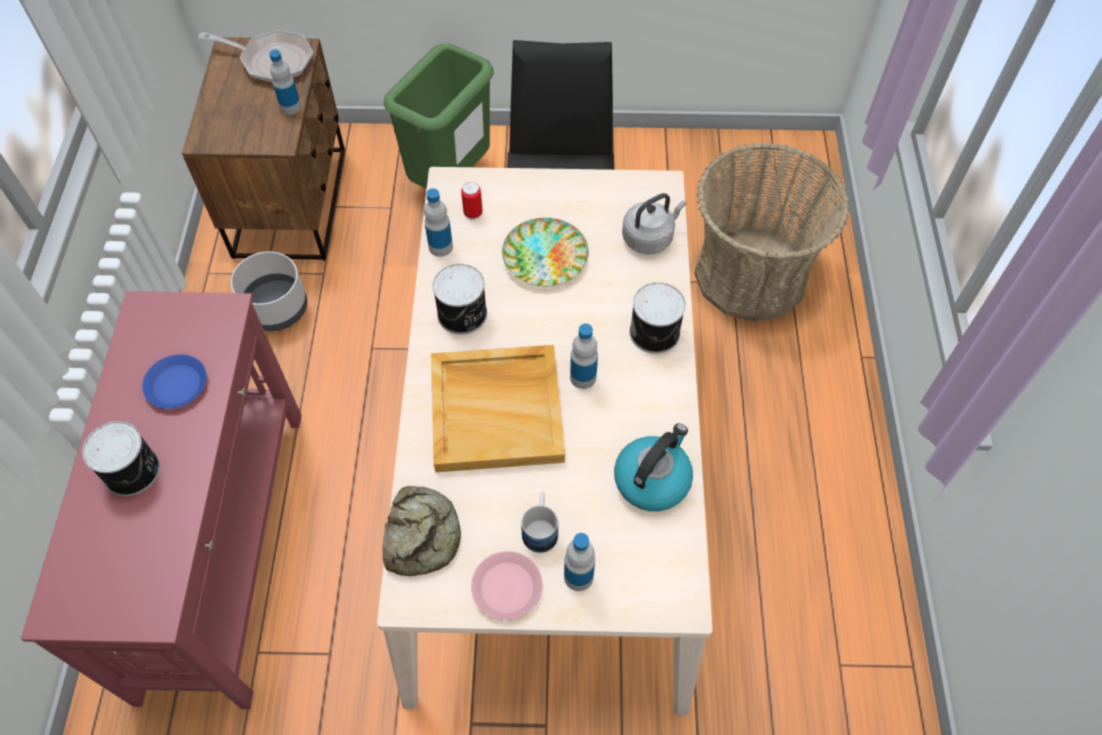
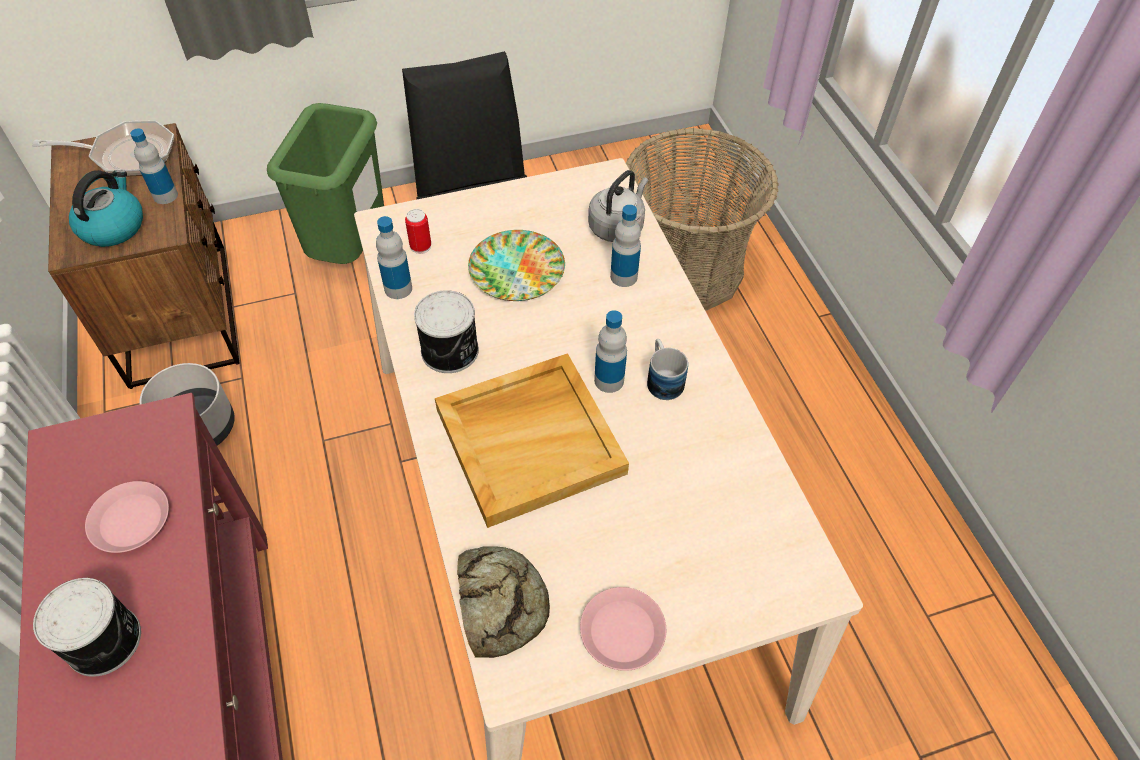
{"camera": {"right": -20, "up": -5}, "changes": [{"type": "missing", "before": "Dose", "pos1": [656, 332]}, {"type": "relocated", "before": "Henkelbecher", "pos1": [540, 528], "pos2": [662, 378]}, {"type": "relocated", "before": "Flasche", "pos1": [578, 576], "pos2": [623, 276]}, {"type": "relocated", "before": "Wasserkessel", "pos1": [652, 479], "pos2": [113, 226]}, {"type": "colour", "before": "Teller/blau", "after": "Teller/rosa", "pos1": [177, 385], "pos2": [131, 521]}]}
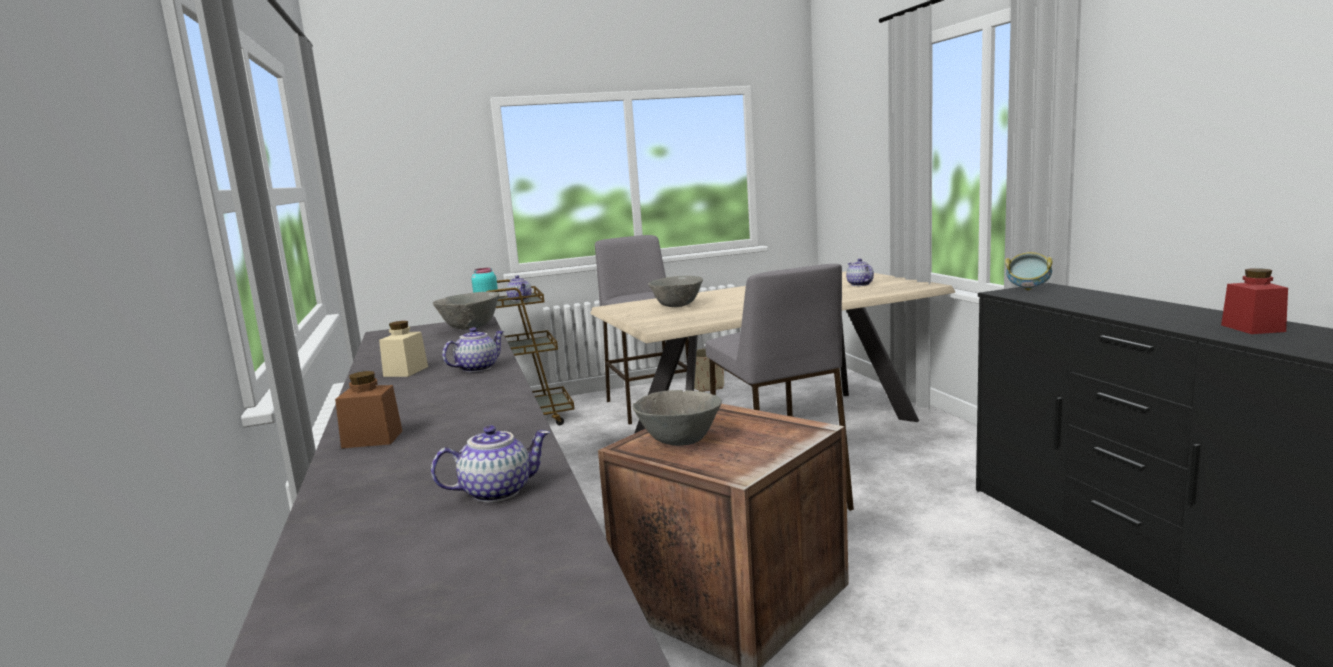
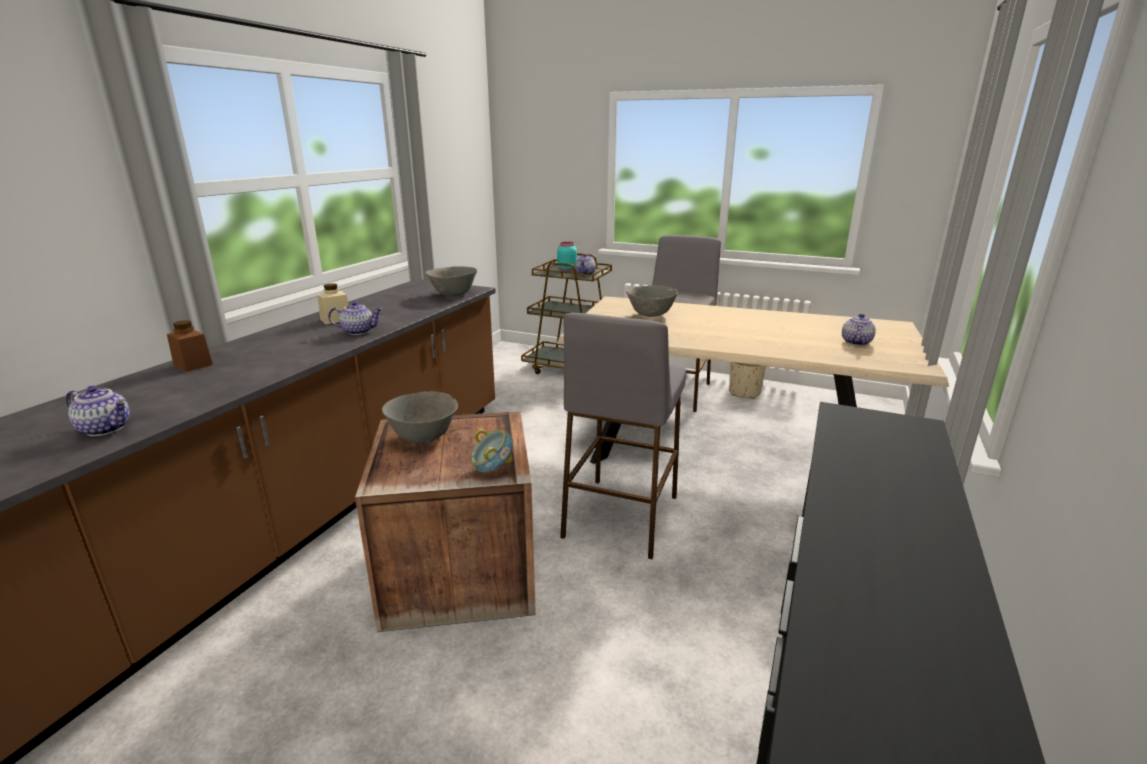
{"camera": {"right": 40, "up": 10}, "changes": [{"type": "missing", "before": "Vorratsglas/rot", "pos1": [1252, 328]}, {"type": "relocated", "before": "Schüssel", "pos1": [1027, 289], "pos2": [492, 470]}]}
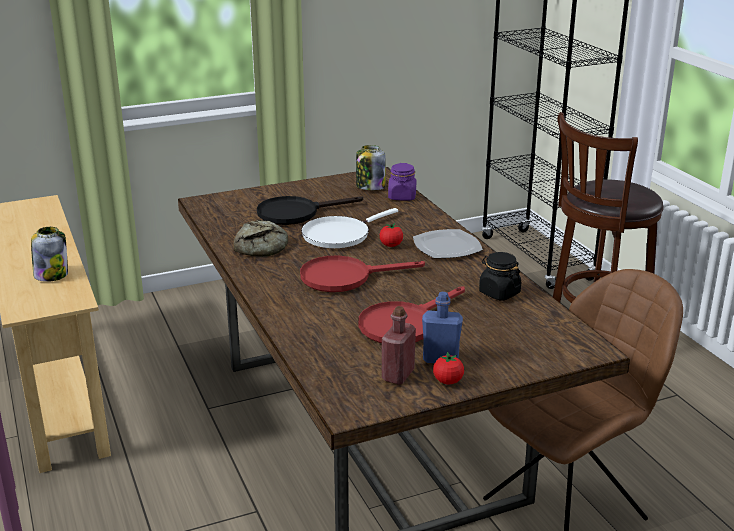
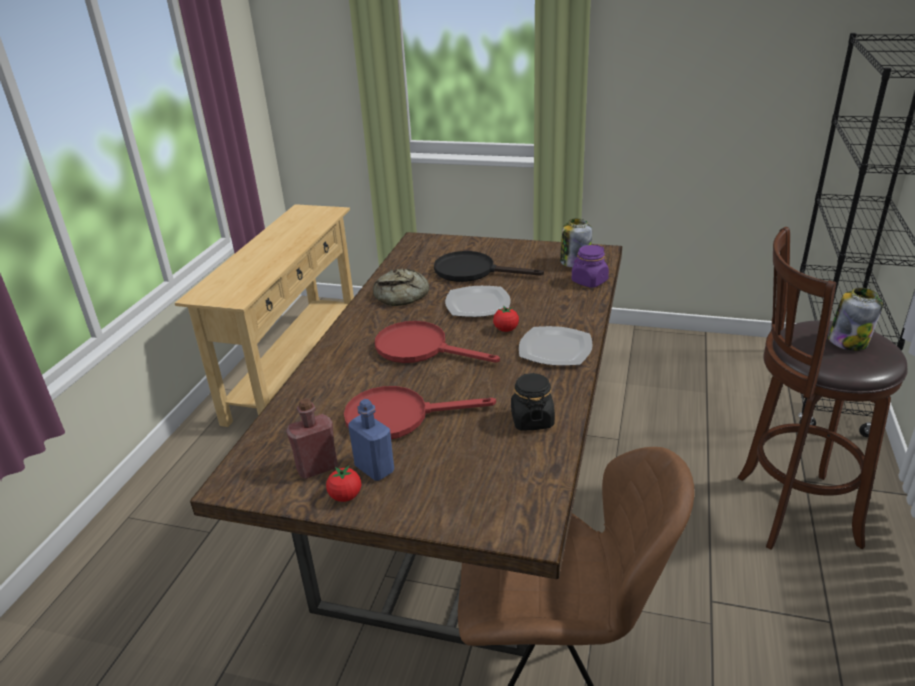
{"camera": {"right": 40, "up": 5}, "changes": [{"type": "relocated", "before": "Vorratsglas", "pos1": [51, 275], "pos2": [848, 341]}, {"type": "exchanged", "before": "Pfanne/weiß", "after": "Teller", "pos1": [339, 235], "pos2": [477, 304]}]}
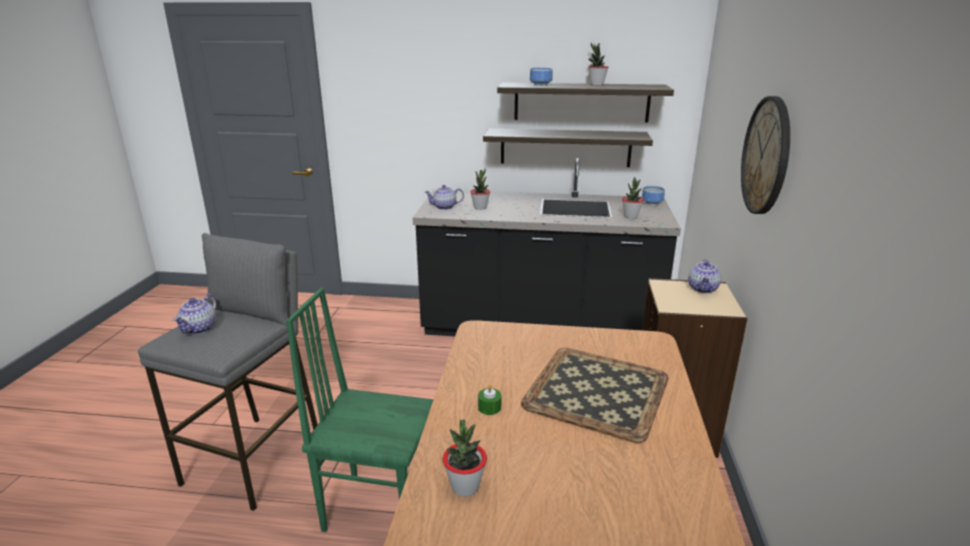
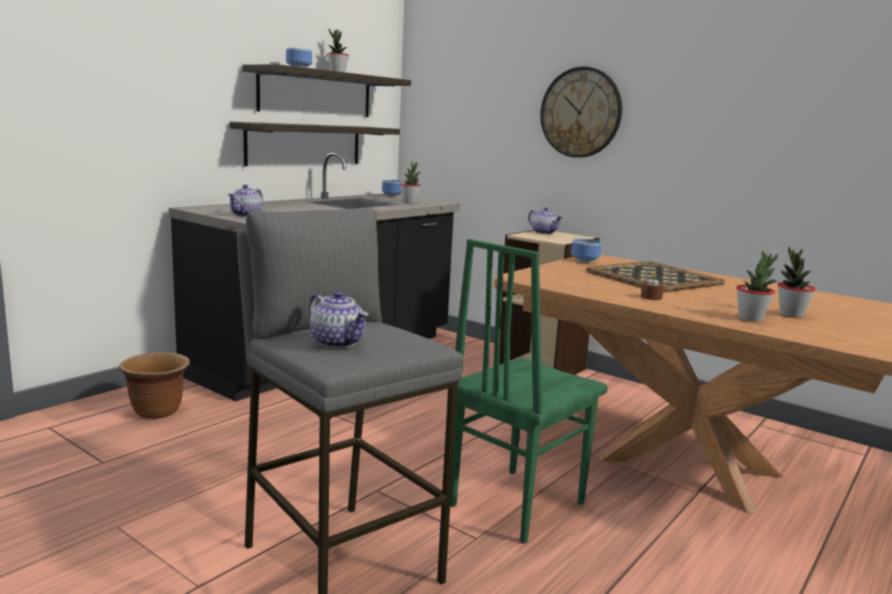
{"camera": {"right": -60, "up": -10}, "changes": [{"type": "appeared", "after": "Pflanzkübel/braun", "pos2": [157, 411]}, {"type": "appeared", "after": "Schüssel", "pos2": [583, 260]}, {"type": "relocated", "before": "Topfpflanze", "pos1": [480, 207], "pos2": [791, 315]}, {"type": "colour", "before": "Kerze/grün", "after": "Kerze/braun", "pos1": [489, 407], "pos2": [651, 297]}]}
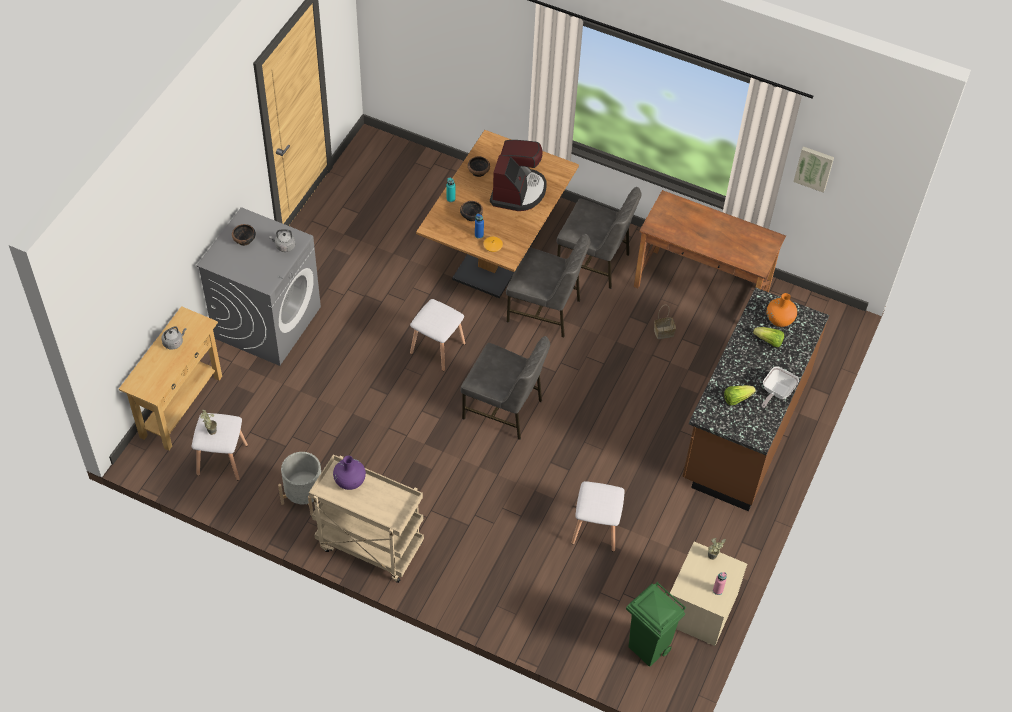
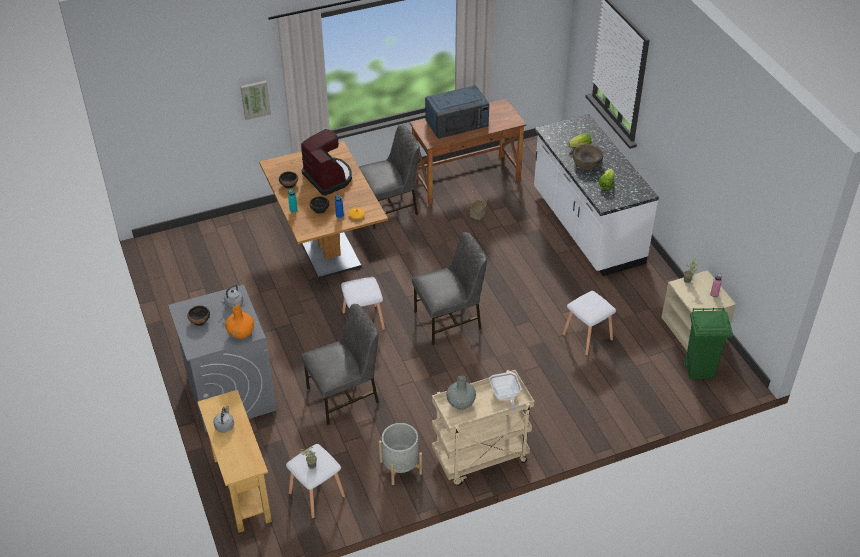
{"camera": {"right": -45, "up": -10}, "changes": [{"type": "appeared", "after": "Mikrowelle/blau", "pos2": [457, 122]}, {"type": "appeared", "after": "Schüssel/braun", "pos2": [587, 163]}, {"type": "relocated", "before": "Stuhl/grau", "pos1": [545, 310], "pos2": [344, 396]}, {"type": "relocated", "before": "Pfanne", "pos1": [776, 392], "pos2": [505, 396]}, {"type": "relocated", "before": "Vase/orange", "pos1": [779, 319], "pos2": [241, 333]}, {"type": "relocated", "before": "Bild", "pos1": [814, 168], "pos2": [255, 99]}, {"type": "colour", "before": "Vase/lila", "after": "Vase/grau", "pos1": [350, 481], "pos2": [461, 403]}, {"type": "colour", "before": "Küchenzeile/braun", "after": "Küchenzeile/weiß", "pos1": [744, 429], "pos2": [586, 227]}]}
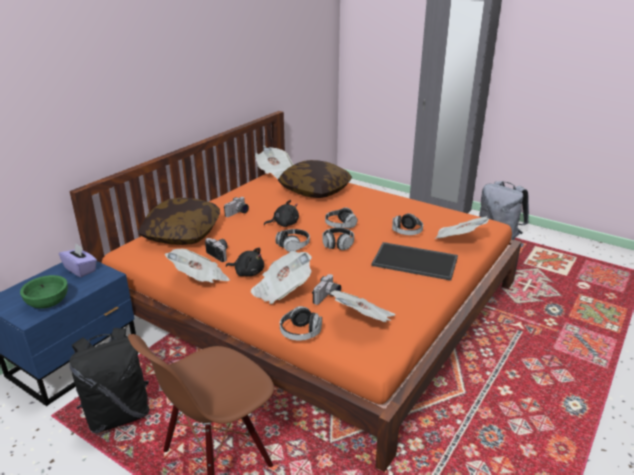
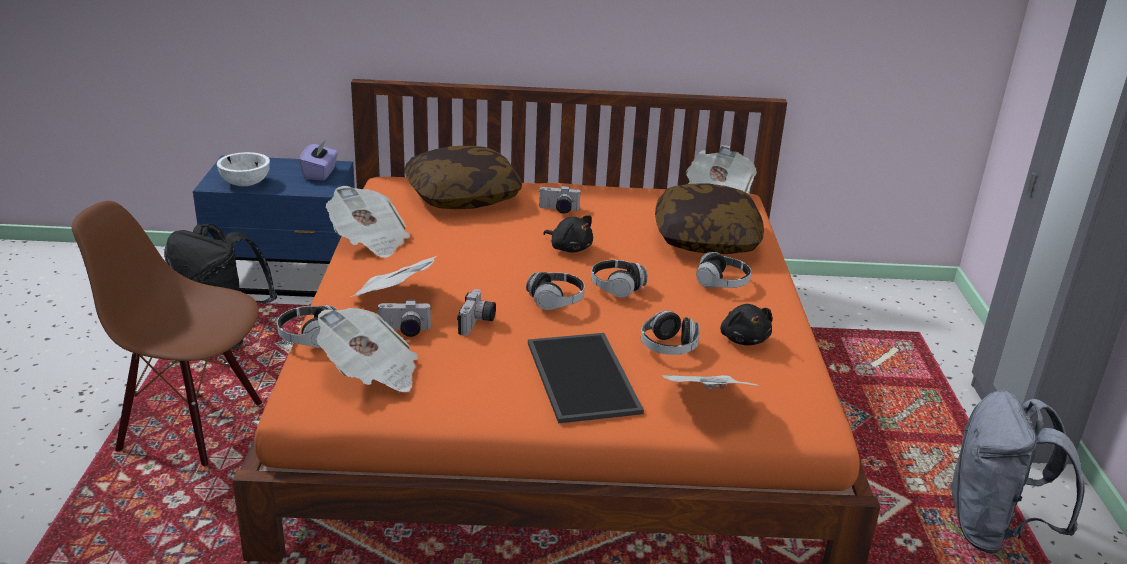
{"camera": {"right": 55, "up": 0}, "changes": [{"type": "relocated", "before": "Kamera", "pos1": [220, 254], "pos2": [477, 323]}, {"type": "relocated", "before": "Plüschtier/schwarz", "pos1": [248, 272], "pos2": [744, 339]}, {"type": "relocated", "before": "Kopfhörer", "pos1": [293, 246], "pos2": [722, 283]}, {"type": "colour", "before": "Schüssel/grün", "after": "Schüssel/weiß", "pos1": [48, 303], "pos2": [246, 183]}]}
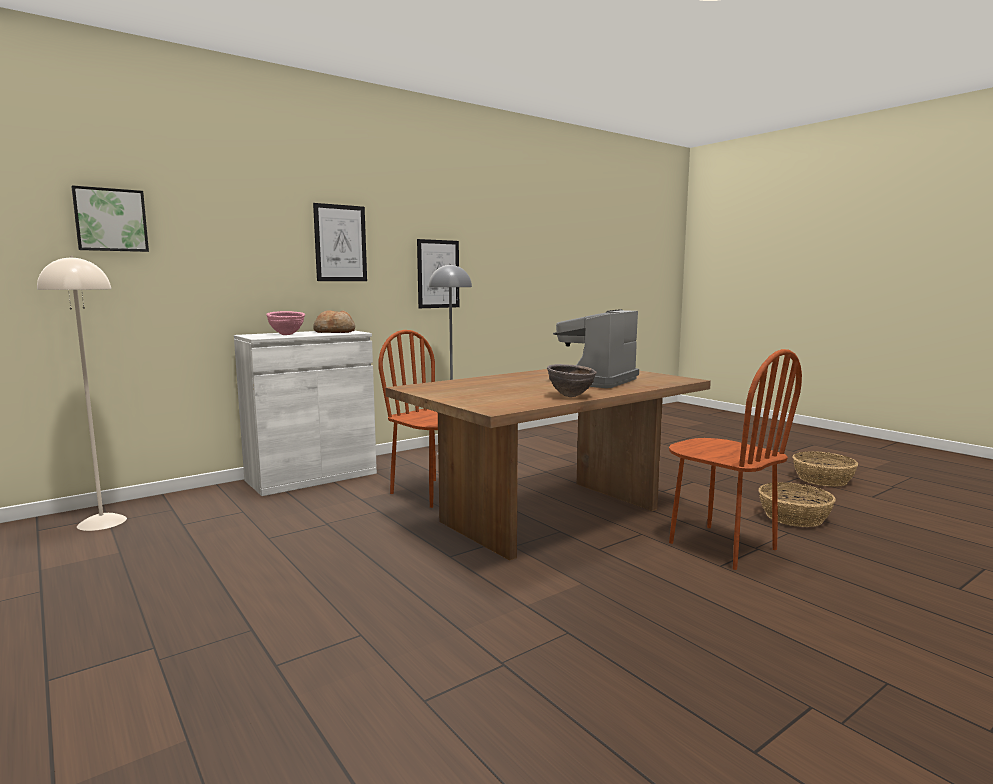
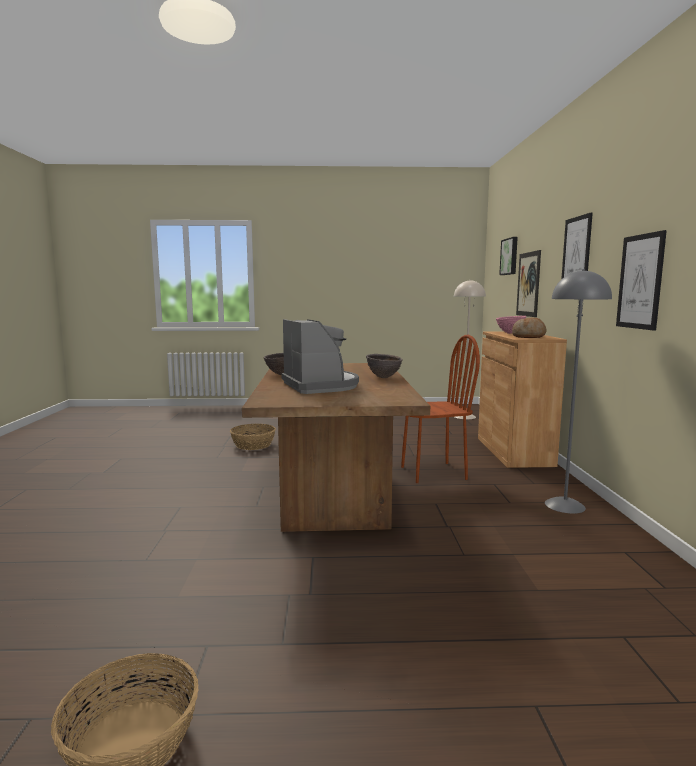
{"camera": {"right": 125, "up": 0}, "changes": [{"type": "missing", "before": "Stuhl/braun", "pos1": [721, 546]}, {"type": "appeared", "after": "Schüssel/braun", "pos2": [384, 377]}, {"type": "appeared", "after": "Bild", "pos2": [528, 284]}, {"type": "relocated", "before": "Korb", "pos1": [793, 517], "pos2": [253, 445]}, {"type": "colour", "before": "Schrank/weiß", "after": "Schrank/braun", "pos1": [311, 477], "pos2": [514, 451]}]}
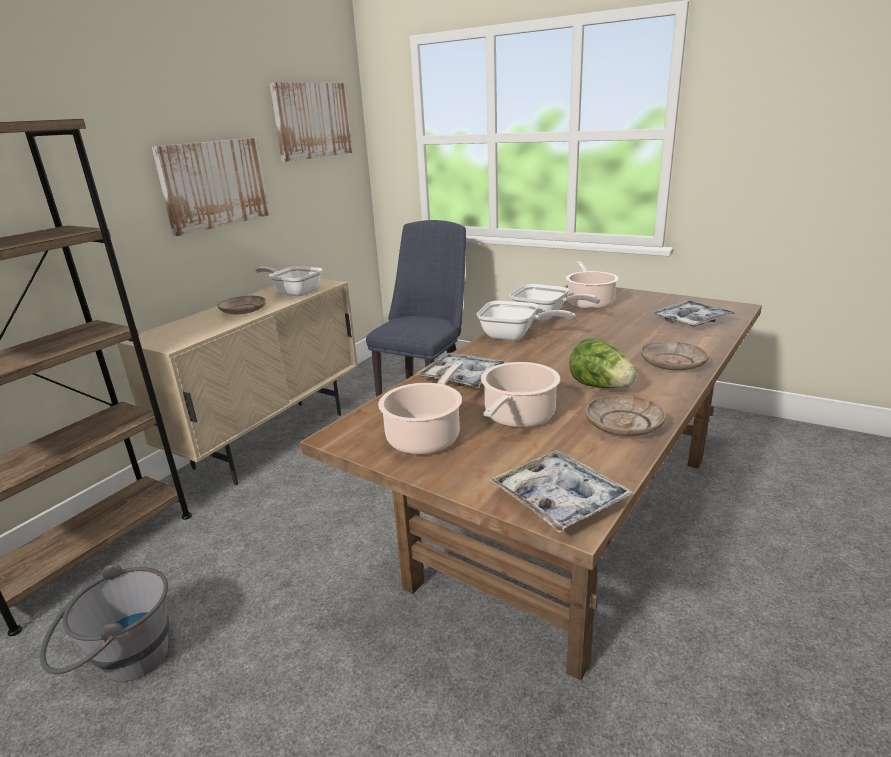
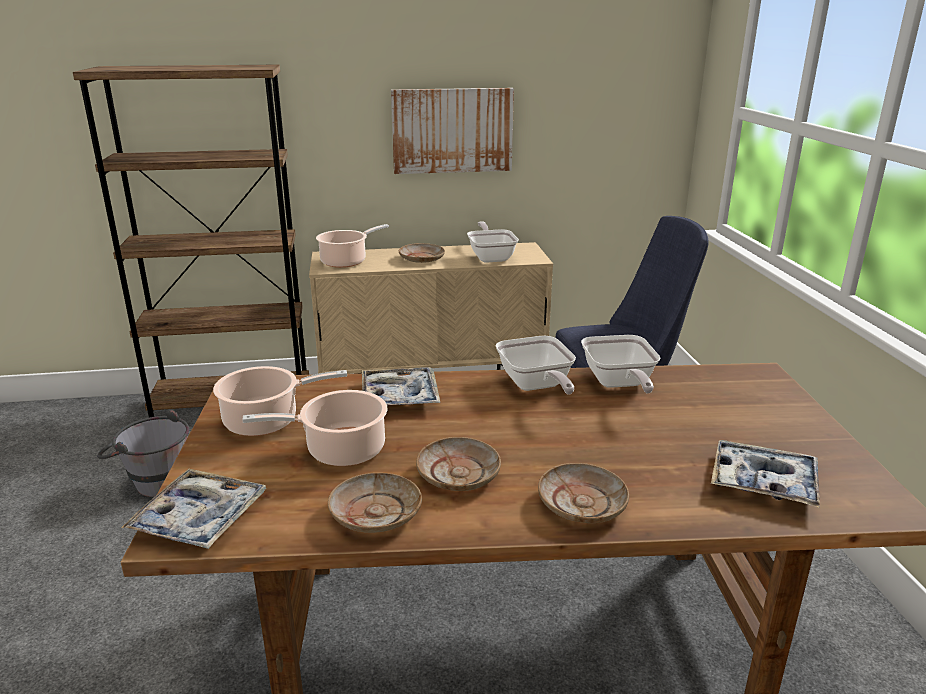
{"camera": {"right": 50, "up": 0}, "changes": [{"type": "missing", "before": "Bild", "pos1": [312, 120]}, {"type": "relocated", "before": "Kochtopf", "pos1": [589, 303], "pos2": [346, 261]}, {"type": "exchanged", "before": "Salatkopf", "after": "Teller/beige", "pos1": [600, 386], "pos2": [458, 474]}]}
